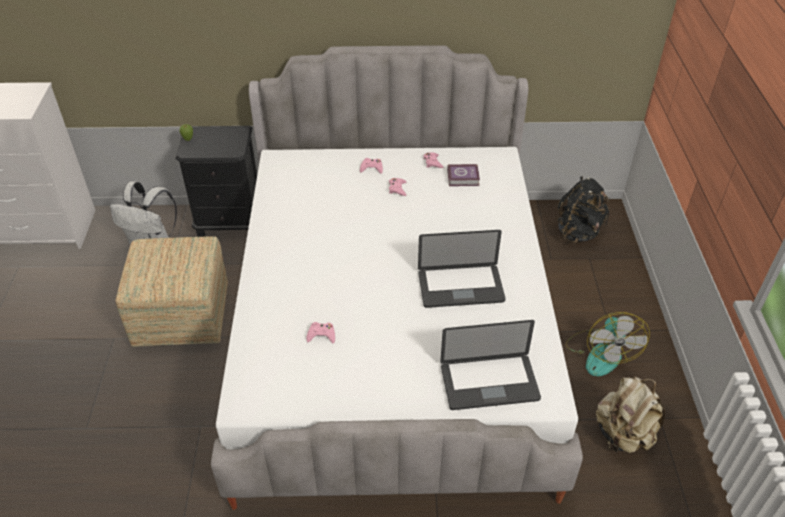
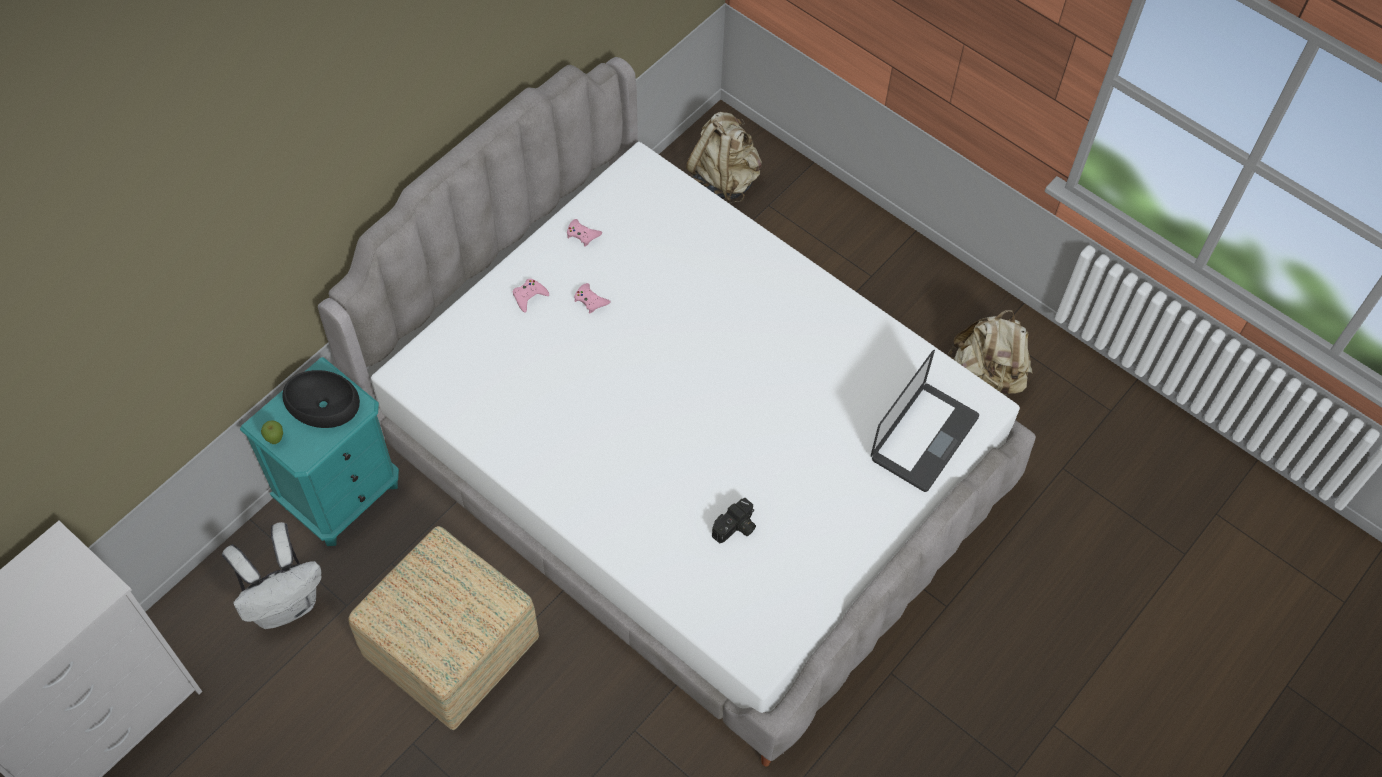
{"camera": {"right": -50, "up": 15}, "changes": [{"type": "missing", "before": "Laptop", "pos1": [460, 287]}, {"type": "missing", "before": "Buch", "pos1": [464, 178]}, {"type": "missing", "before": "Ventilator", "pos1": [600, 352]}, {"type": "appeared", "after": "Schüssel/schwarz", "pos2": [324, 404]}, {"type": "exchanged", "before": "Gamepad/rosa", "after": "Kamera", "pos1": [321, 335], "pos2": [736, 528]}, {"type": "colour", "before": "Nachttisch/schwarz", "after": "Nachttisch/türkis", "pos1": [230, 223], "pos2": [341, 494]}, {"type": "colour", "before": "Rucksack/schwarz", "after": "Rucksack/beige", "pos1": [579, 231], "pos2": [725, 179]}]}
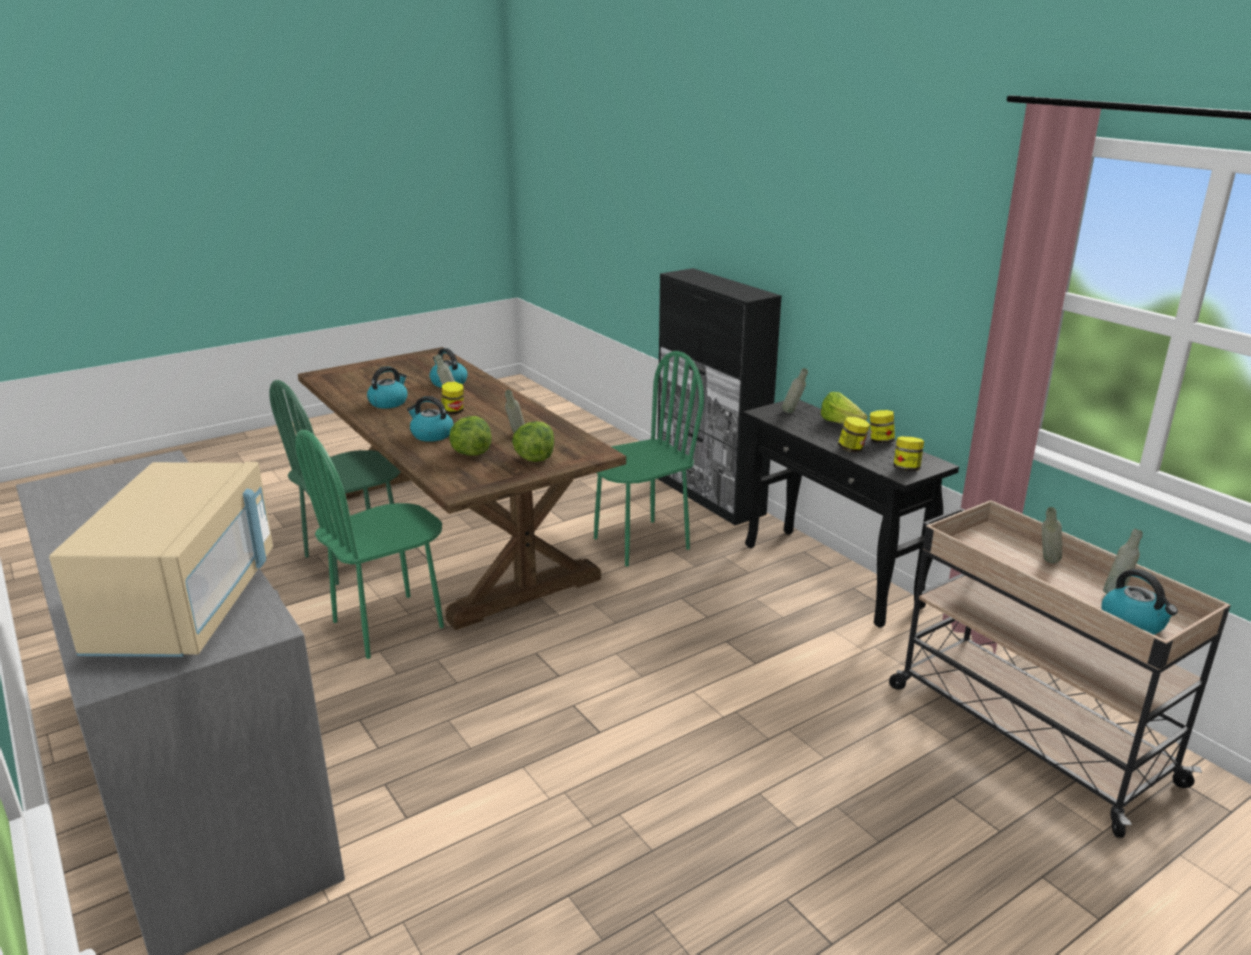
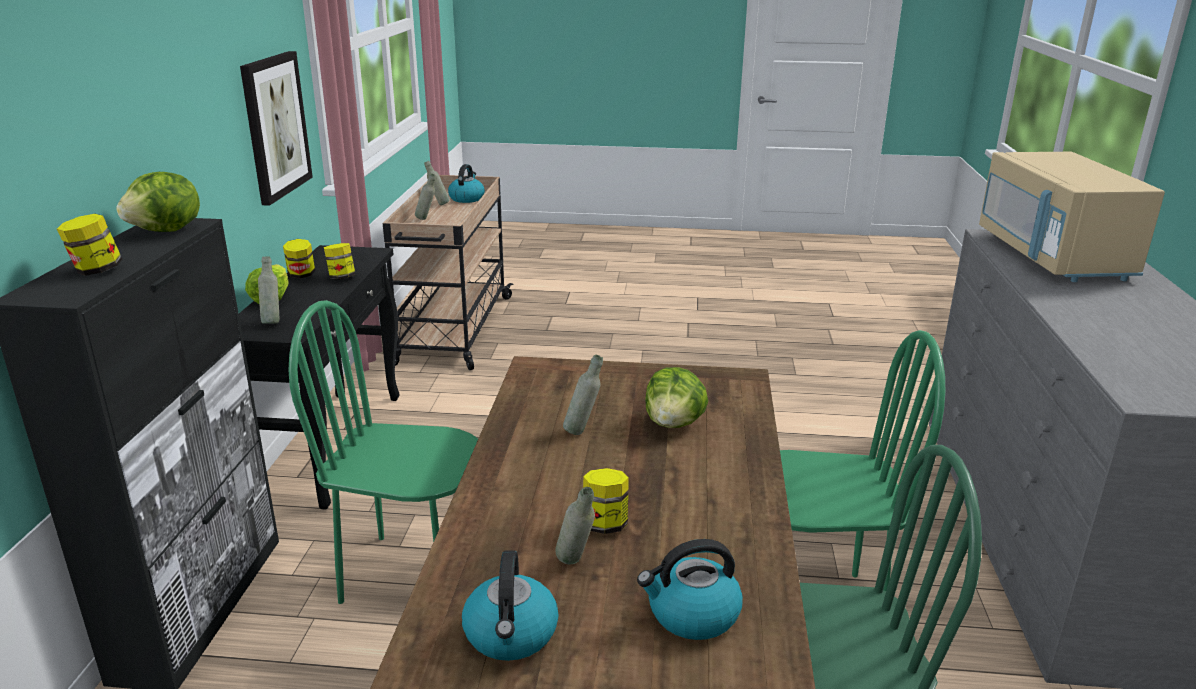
{"camera": {"right": -140, "up": 0}, "changes": [{"type": "missing", "before": "Wasserkessel", "pos1": [431, 435]}, {"type": "appeared", "after": "Bild", "pos2": [275, 126]}, {"type": "relocated", "before": "Salatkopf", "pos1": [534, 458], "pos2": [167, 231]}, {"type": "relocated", "before": "Vorratsglas", "pos1": [906, 469], "pos2": [96, 271]}, {"type": "spun", "before": "Mikrowelle/beige", "pos1": [187, 606], "pos2": [1052, 257], "turn": -45}]}
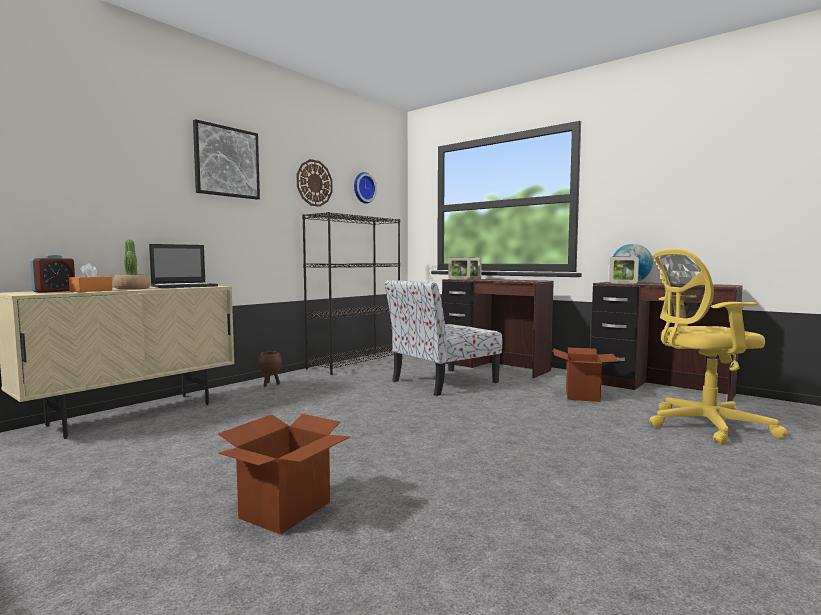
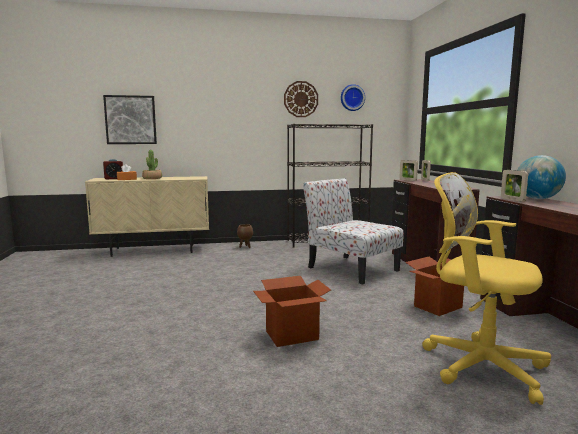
{"camera": {"right": 40, "up": 5}, "changes": [{"type": "missing", "before": "Laptop", "pos1": [185, 286]}, {"type": "relocated", "before": "Bild", "pos1": [226, 162], "pos2": [130, 120]}, {"type": "relocated", "before": "Karton", "pos1": [285, 510], "pos2": [291, 335]}, {"type": "spun", "before": "Stuhl", "pos1": [442, 382], "pos2": [351, 268], "turn": 45}]}
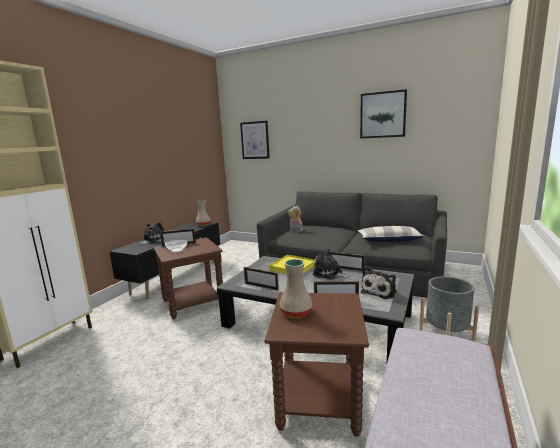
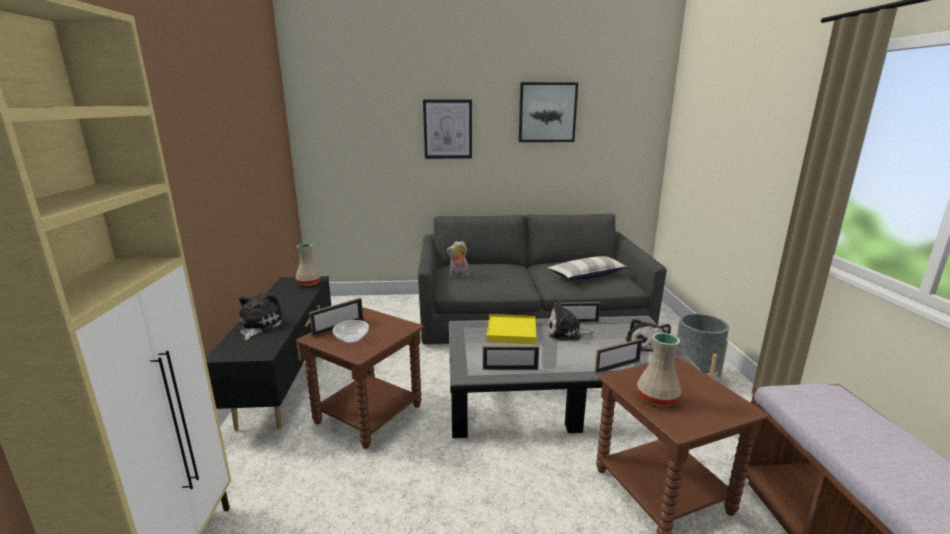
{"camera": {"right": -30, "up": 5}, "changes": [{"type": "relocated", "before": "Bild", "pos1": [255, 140], "pos2": [448, 129]}]}
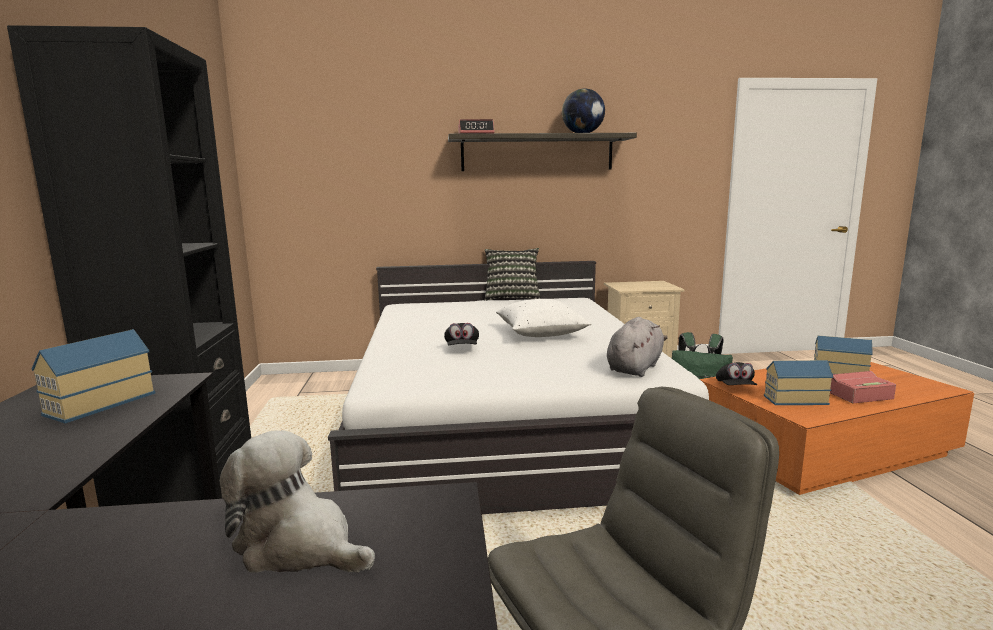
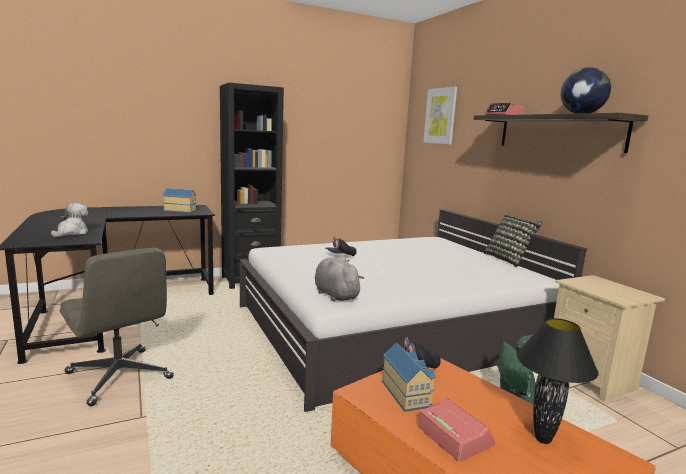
{"camera": {"right": 70, "up": 0}, "changes": [{"type": "missing", "before": "Kissen/weiß", "pos1": [541, 334]}, {"type": "appeared", "after": "Bild", "pos2": [440, 116]}, {"type": "exchanged", "before": "Spielzeughaus", "after": "Tischlampe/schwarz", "pos1": [838, 372], "pos2": [543, 439]}, {"type": "spun", "before": "Plüschtier/grau", "pos1": [635, 368], "pos2": [335, 295], "turn": -135}]}
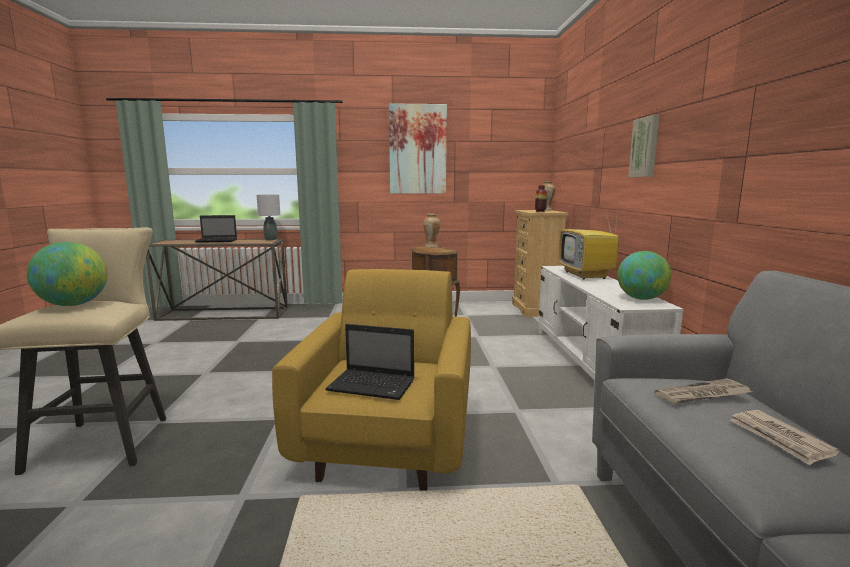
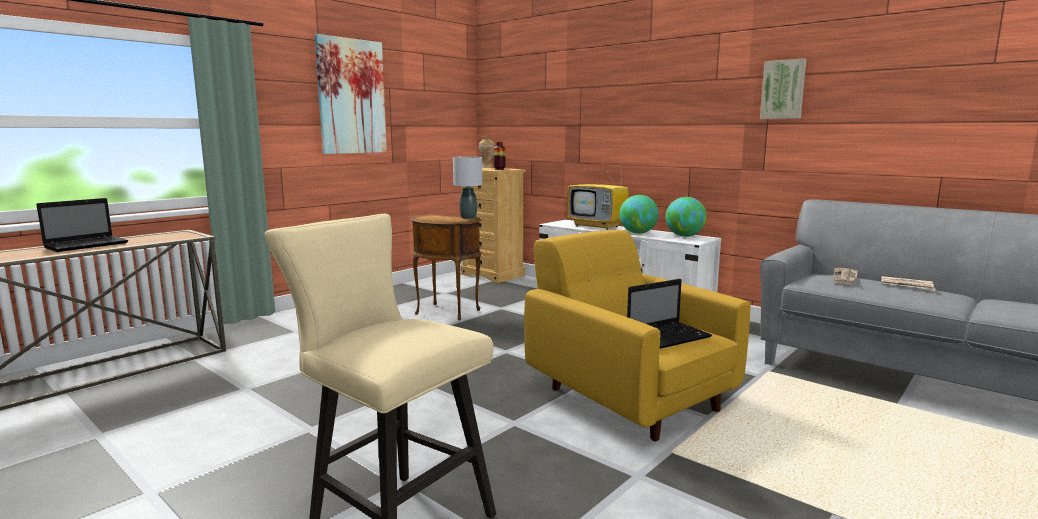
{"camera": {"right": -45, "up": 0}, "changes": [{"type": "missing", "before": "Vase", "pos1": [431, 246]}, {"type": "relocated", "before": "Globus", "pos1": [73, 305], "pos2": [638, 233]}, {"type": "relocated", "before": "Tischlampe/grau", "pos1": [271, 239], "pos2": [468, 218]}, {"type": "relocated", "before": "Bild", "pos1": [645, 147], "pos2": [783, 89]}]}
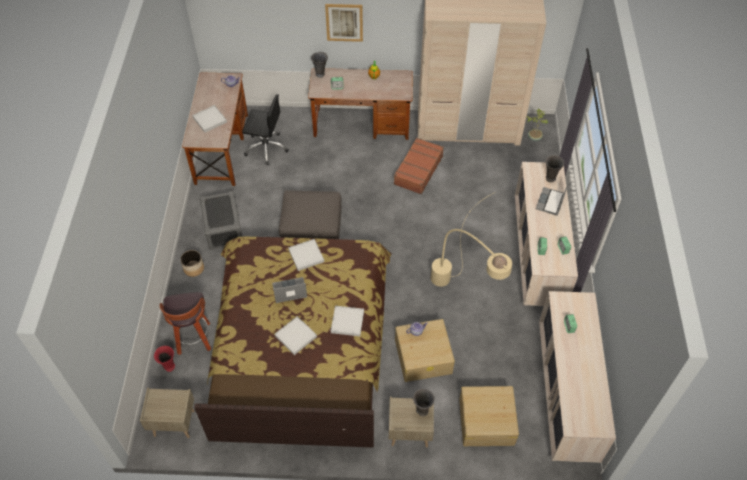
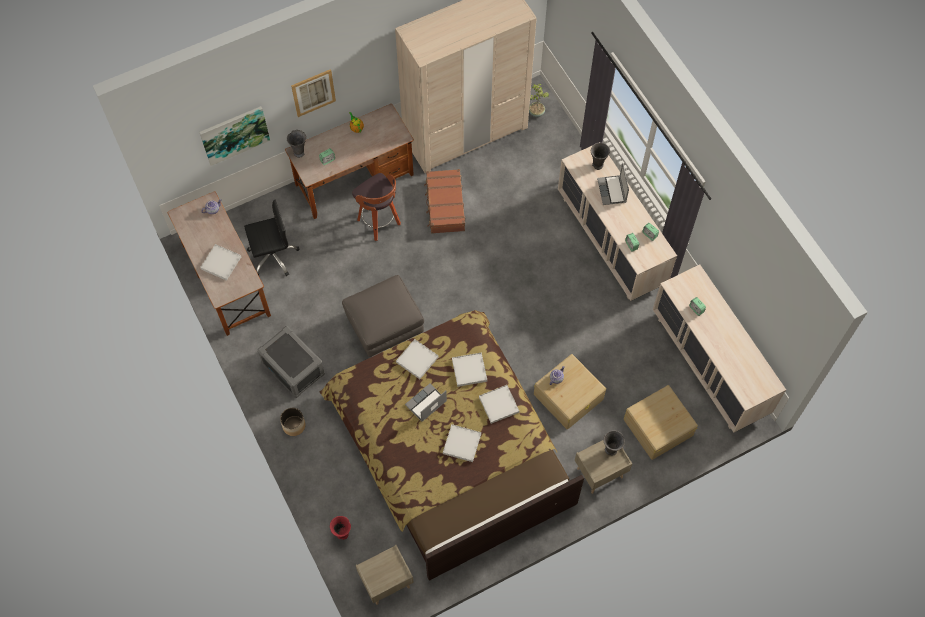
{"camera": {"right": -30, "up": 10}, "changes": [{"type": "missing", "before": "Stehlampe/beige", "pos1": [463, 290]}, {"type": "appeared", "after": "Bild", "pos2": [234, 134]}, {"type": "appeared", "after": "Tablett/weiß", "pos2": [469, 370]}, {"type": "relocated", "before": "Hocker", "pos1": [194, 340], "pos2": [379, 223]}]}
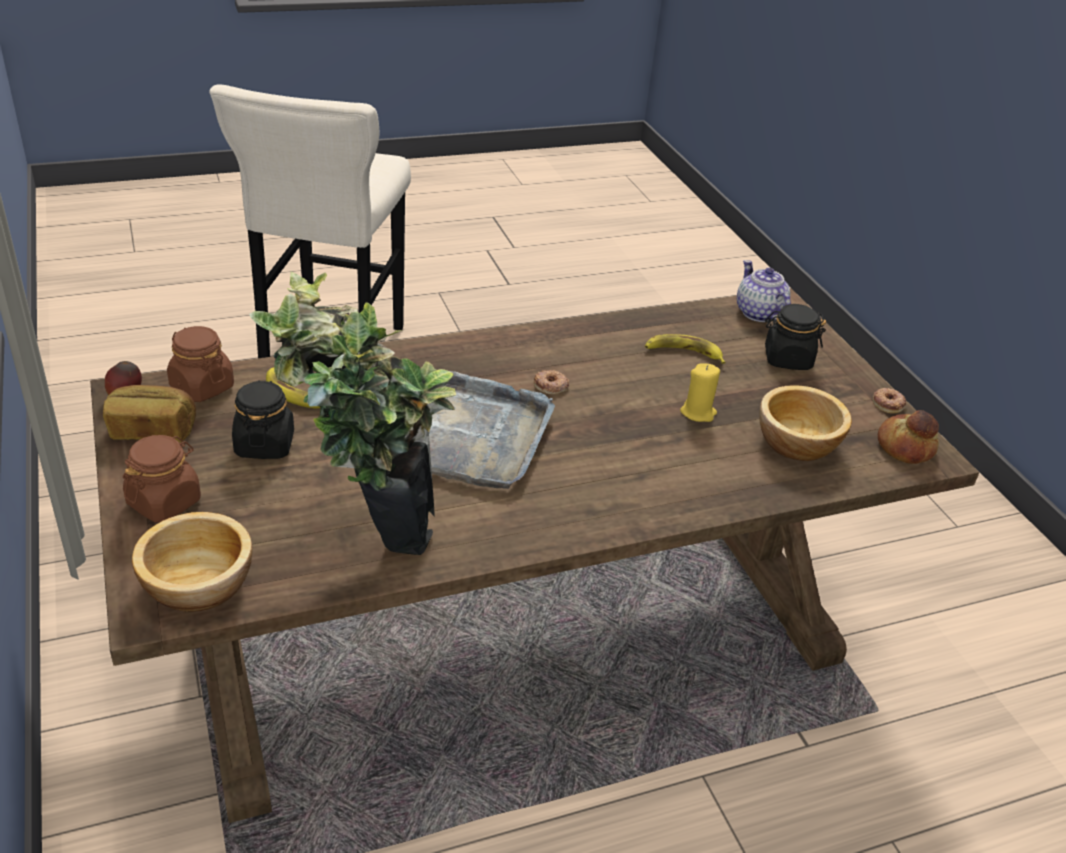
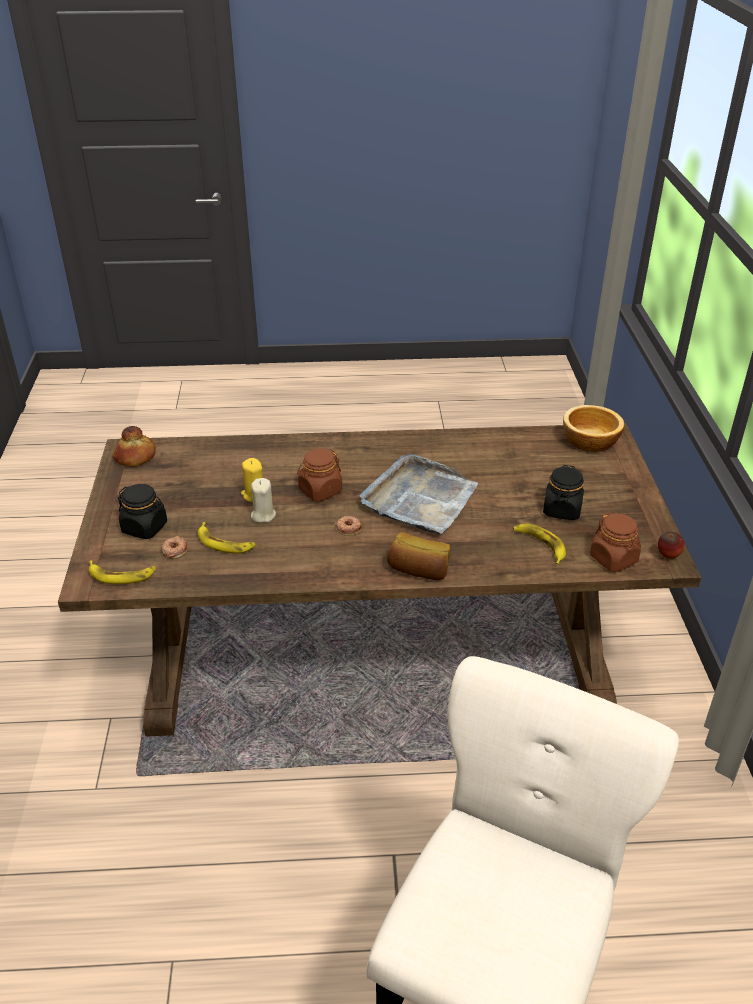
{"camera": {"right": -160, "up": 0}, "changes": [{"type": "missing", "before": "Topfpflanze", "pos1": [364, 537]}, {"type": "missing", "before": "Schüssel", "pos1": [797, 443]}, {"type": "appeared", "after": "Kerze/beige", "pos2": [263, 515]}, {"type": "relocated", "before": "Brot", "pos1": [153, 430], "pos2": [418, 570]}, {"type": "relocated", "before": "Vorratsglas/braun", "pos1": [164, 502], "pos2": [320, 491]}, {"type": "relocated", "before": "Donut", "pos1": [888, 403], "pos2": [174, 550]}, {"type": "exchanged", "before": "Teekanne", "after": "Banane", "pos1": [758, 313], "pos2": [121, 575]}]}
